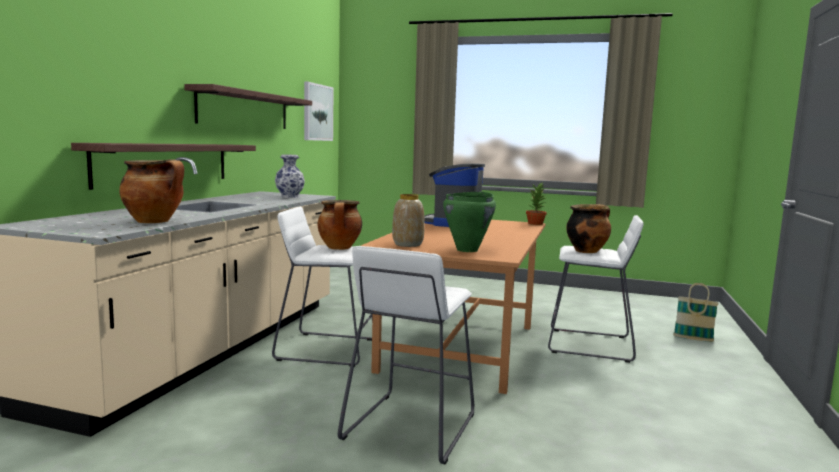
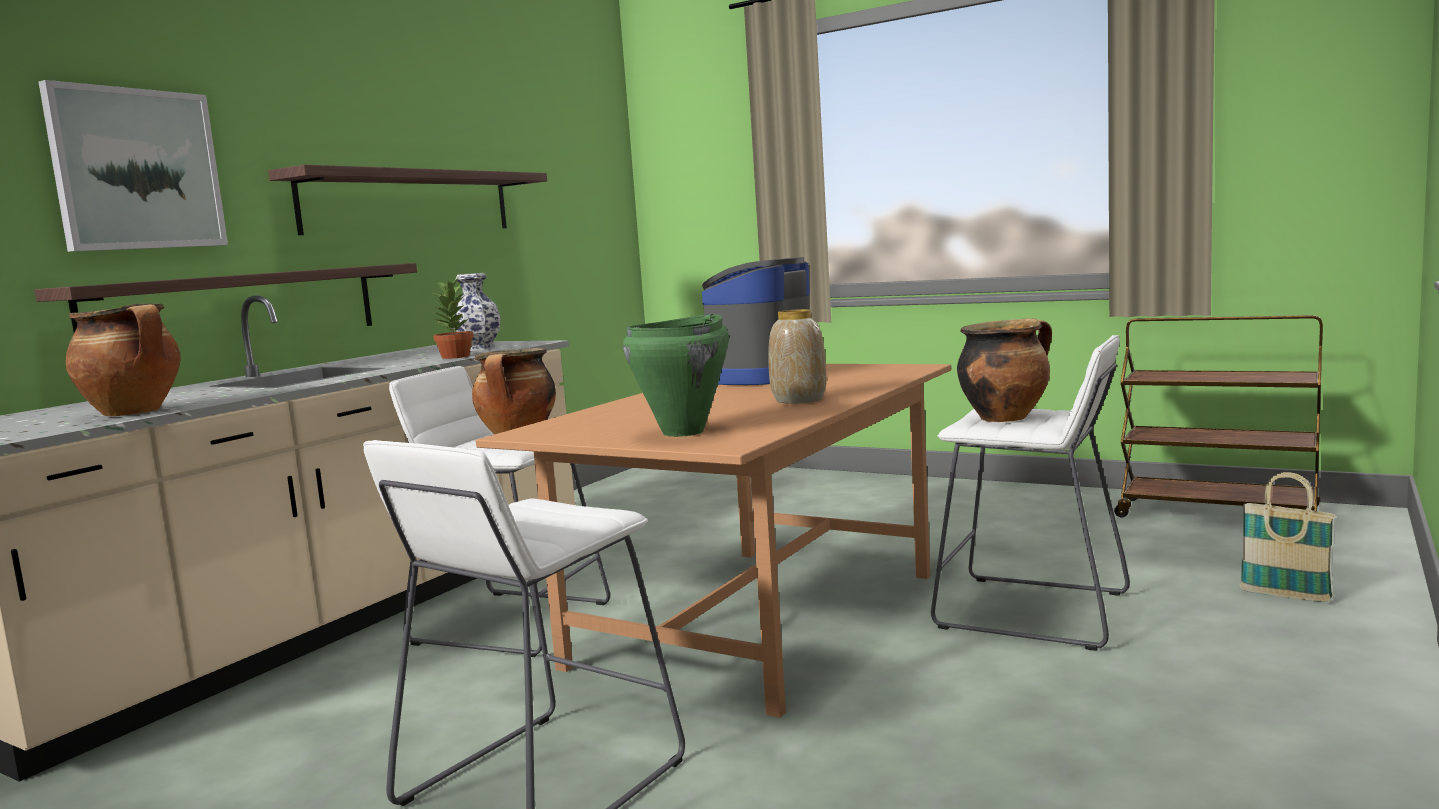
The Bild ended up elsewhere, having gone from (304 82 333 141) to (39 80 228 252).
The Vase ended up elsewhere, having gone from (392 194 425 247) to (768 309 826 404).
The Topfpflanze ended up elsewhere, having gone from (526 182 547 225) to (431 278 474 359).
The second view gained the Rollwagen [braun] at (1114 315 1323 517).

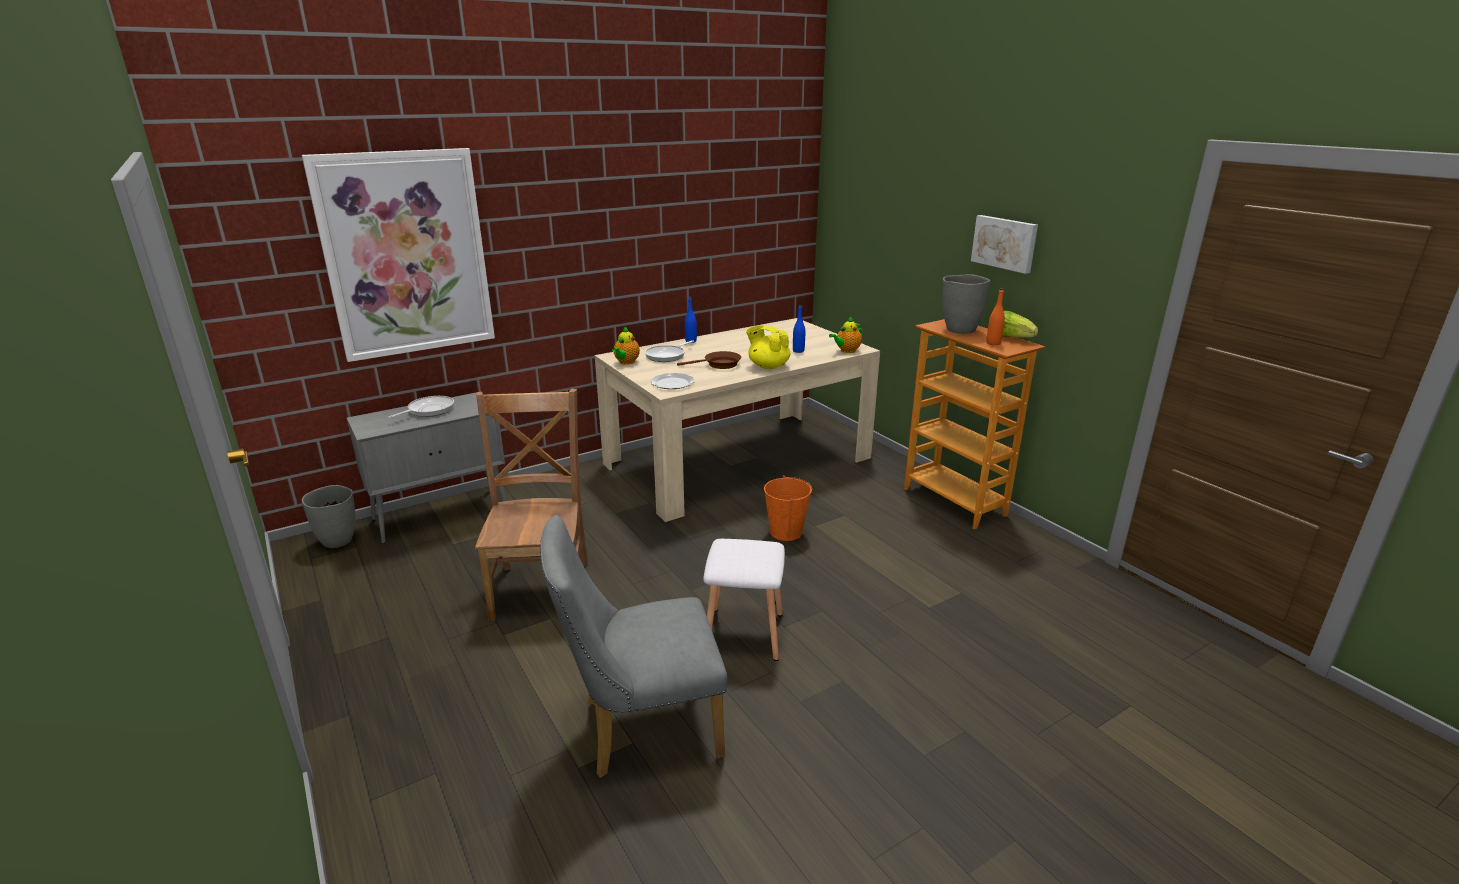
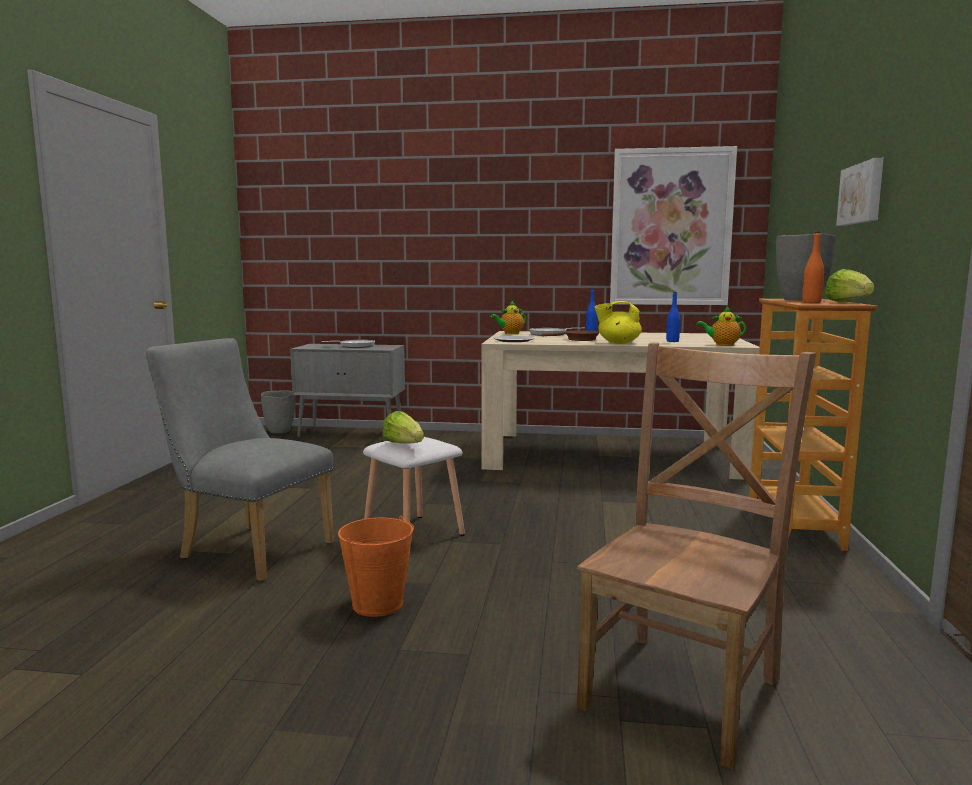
The Bild ended up elsewhere, having gone from (302 148 495 362) to (610 146 737 305).
The Stuhl [braun] ended up elsewhere, having gone from (475 389 588 621) to (576 342 817 770).
The Teekanne [gelb] at (746 325 790 369) ended up facing another way, 75 degrees counterclockwise from before.
The Eimer [orange] ended up elsewhere, having gone from (764 475 812 541) to (338 516 414 617).
The second view gained the Salatkopf at (383 411 424 443).

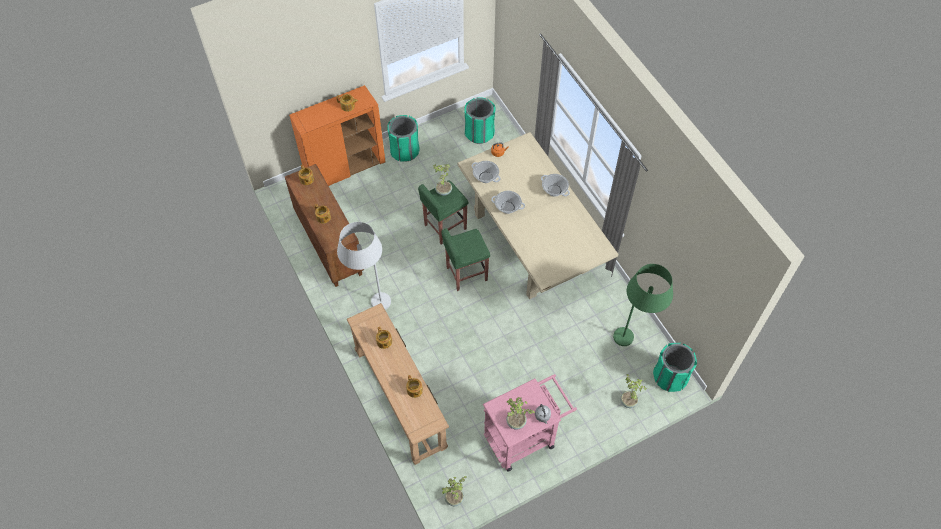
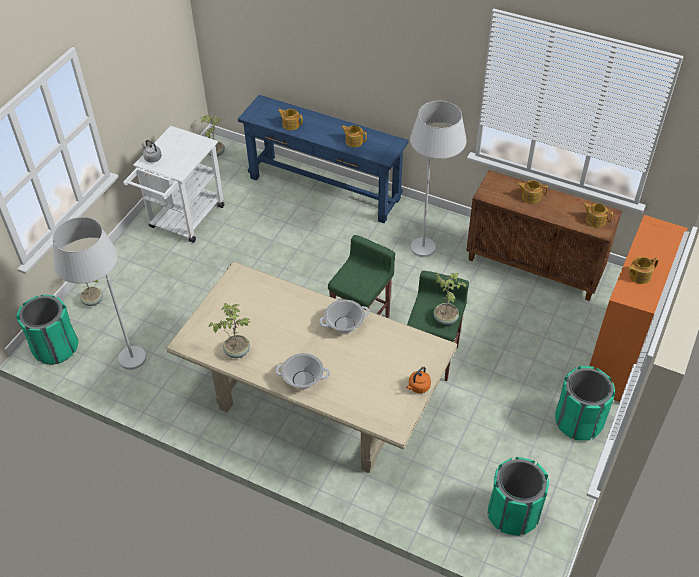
What was the Konsolentisch [braun] at (347 303 449 465) turned into the Konsolentisch [blau] at (238 95 409 223).
The second view lost the Kochtopf at (472 161 501 183).
What was the Rollwagen [rosa] at (483 374 577 471) turned into the Rollwagen [weiß] at (123 126 224 243).
The Topfpflanze ended up elsewhere, having gone from (506 397 535 430) to (209 303 251 358).
What was the Stehlampe [grün] at (613 264 673 346) turned into the Stehlampe [weiß] at (53 217 146 370).

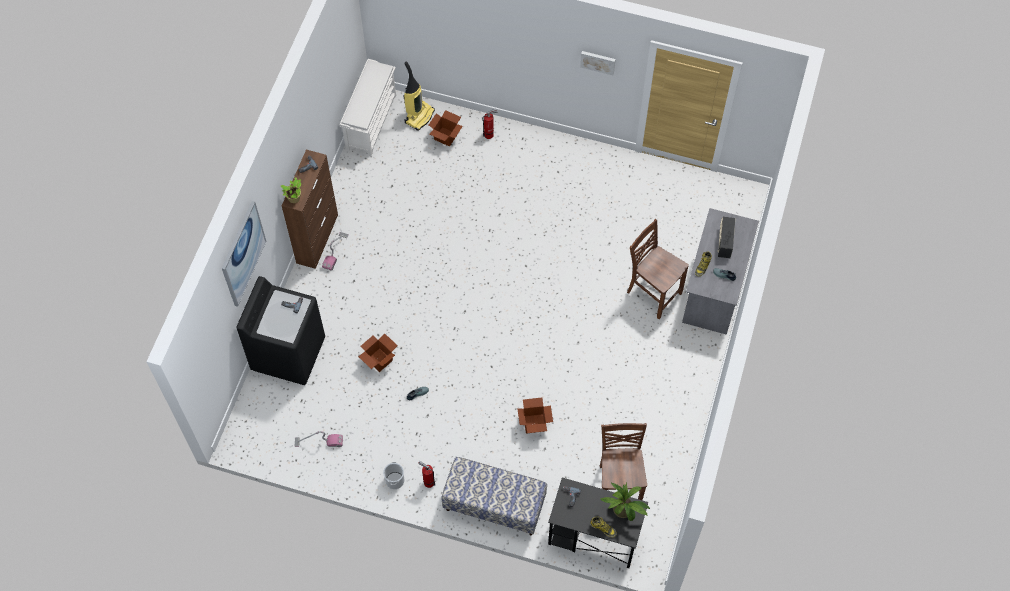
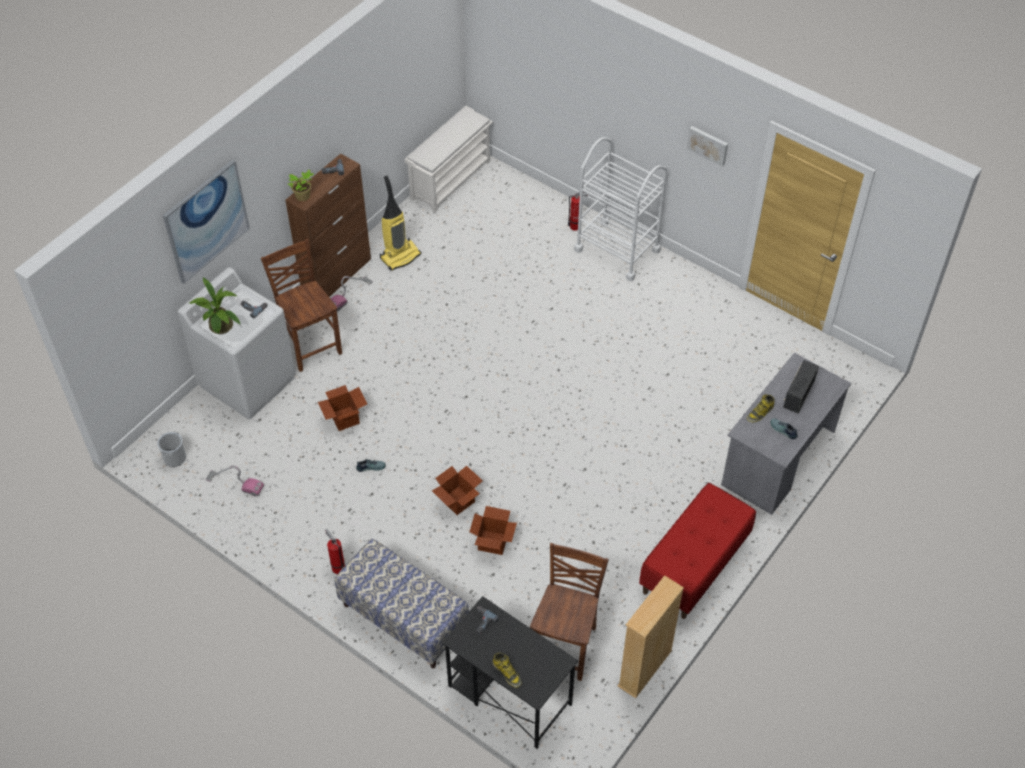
What was the Waschmaschine [schwarz] at (236 276 325 385) turned into the Waschmaschine [weiß] at (178 267 296 419).
The Eimer ended up elsewhere, having gone from (383 462 405 489) to (157 432 186 467).
The Staubsauger ended up elsewhere, having gone from (403 62 435 131) to (380 176 421 270).
The Karton ended up elsewhere, having gone from (429 110 463 147) to (432 466 483 515).
The Topfpflanze ended up elsewhere, having gone from (600 482 650 521) to (189 277 240 334).
The Stuhl [braun] ended up elsewhere, having gone from (627 219 689 319) to (261 239 342 372).
The second view gained the Rollwagen [weiß] at (574 137 667 281).
The second view gained the Bücherregal [beige] at (617 575 684 698).
The second view gained the Bank [rot] at (639 483 756 619).

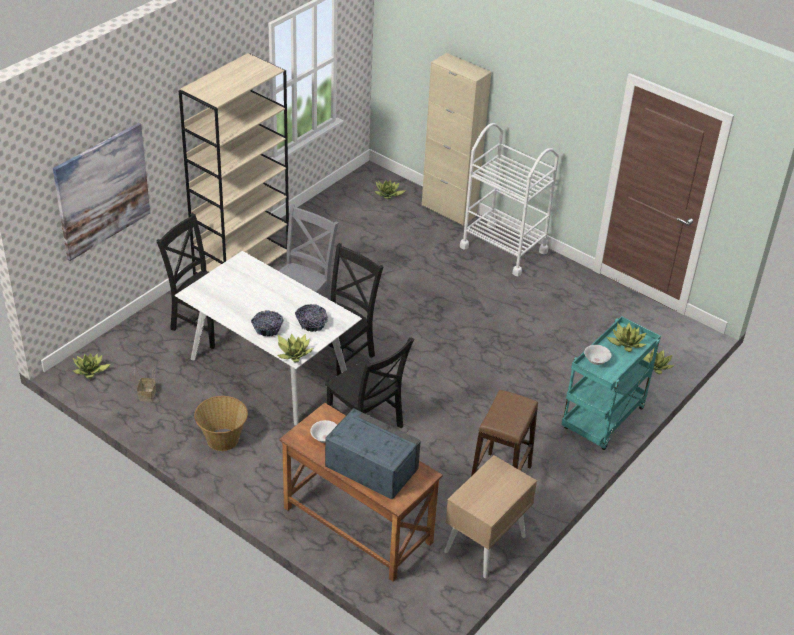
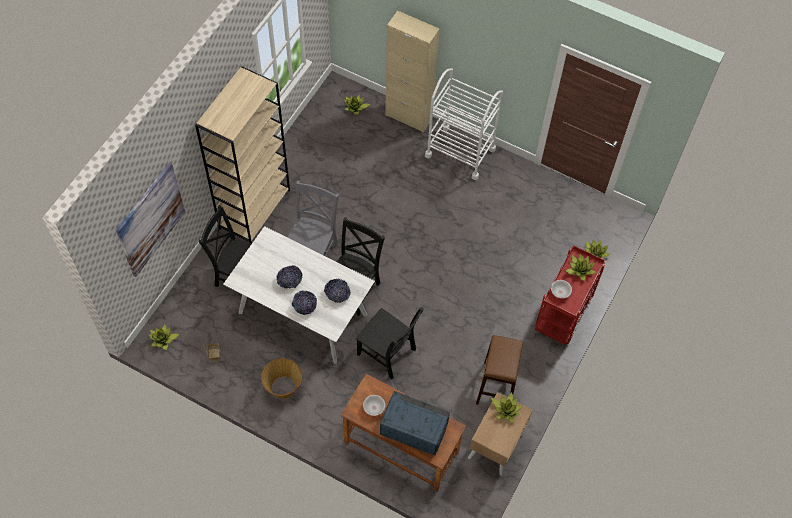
The Topfpflanze ended up elsewhere, having gone from (277 333 313 362) to (491 392 522 423).
What was the Rollwagen [türkis] at (561 316 661 450) turned into the Rollwagen [rot] at (535 245 606 345).
The second view gained the Schüssel at (276 265 302 288).

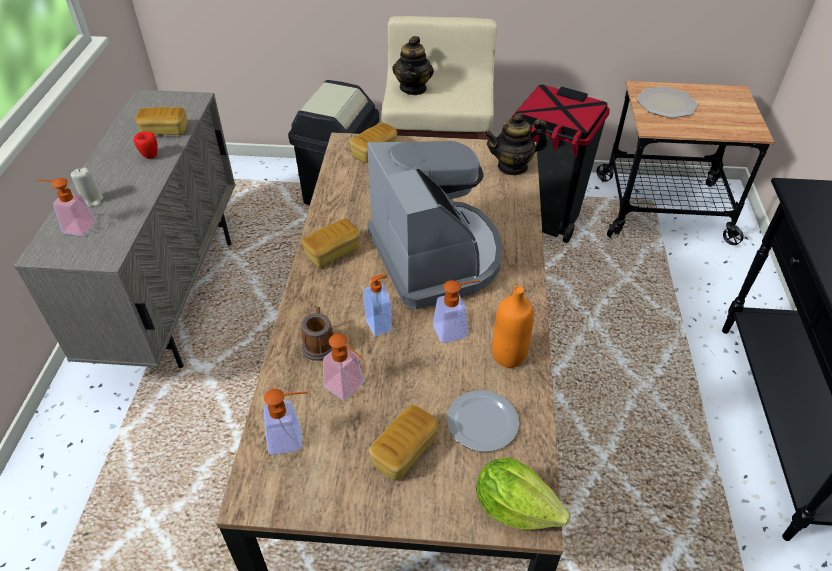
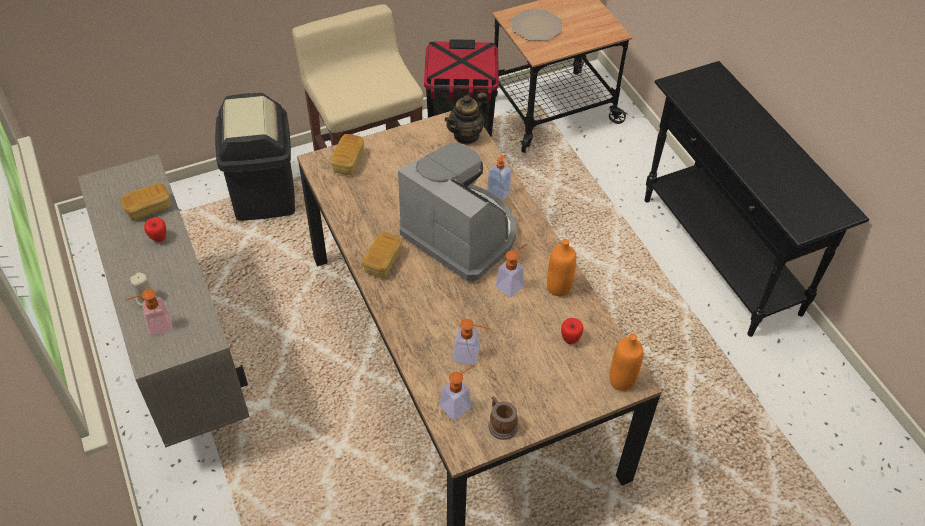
The Henkelbecher ended up elsewhere, having gone from (301 307 334 361) to (489 396 518 440).
The Seifenspender ended up elsewhere, having gone from (363 275 392 337) to (488 155 512 201).
The second view lost the Brot at (369 405 438 480).
The second view lost the Teekanne at (392 36 434 95).
Where the Teller stood at (447 390 519 452), the Apfel came to stand at (561 318 584 344).
Where the Salatkopf stood at (476 457 571 530), the Flasche [orange] came to stand at (609 334 643 391).

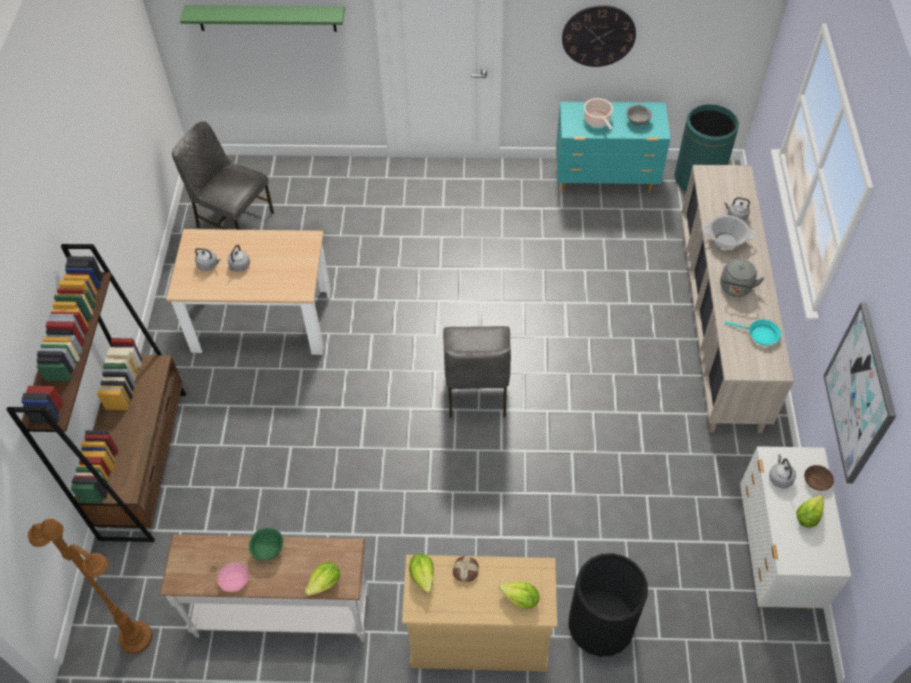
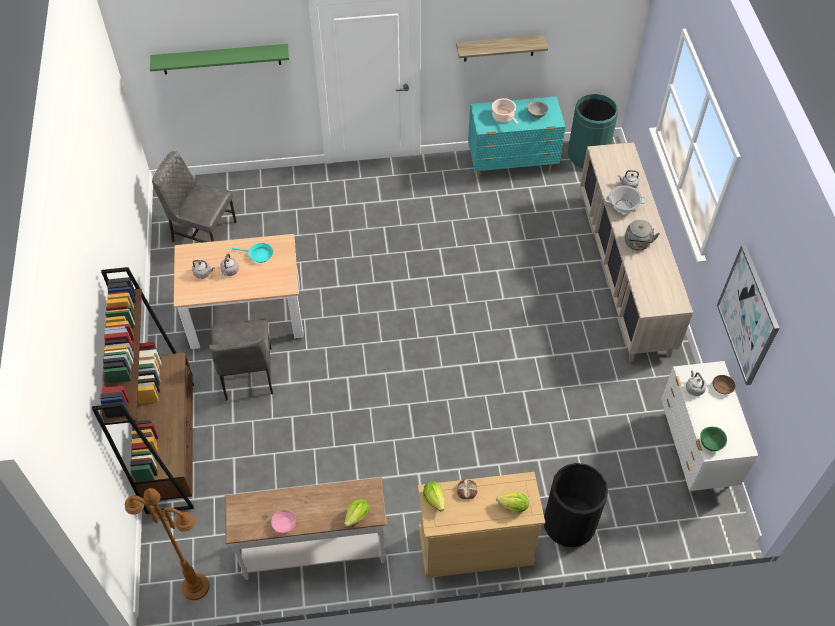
The Schüssel [grün] ended up elsewhere, having gone from (249 528 283 561) to (700 426 727 451).
The Stuhl [grau] ended up elsewhere, having gone from (443 326 511 418) to (209 318 273 400).
Where the Wanduhr hung at (562 5 636 67), the Wandregal came to hang at (456 35 548 61).
The Pfanne [türkis] ended up elsewhere, having gone from (725 319 781 345) to (232 243 273 263).
The second view lost the Salatkopf at (796 495 824 528).

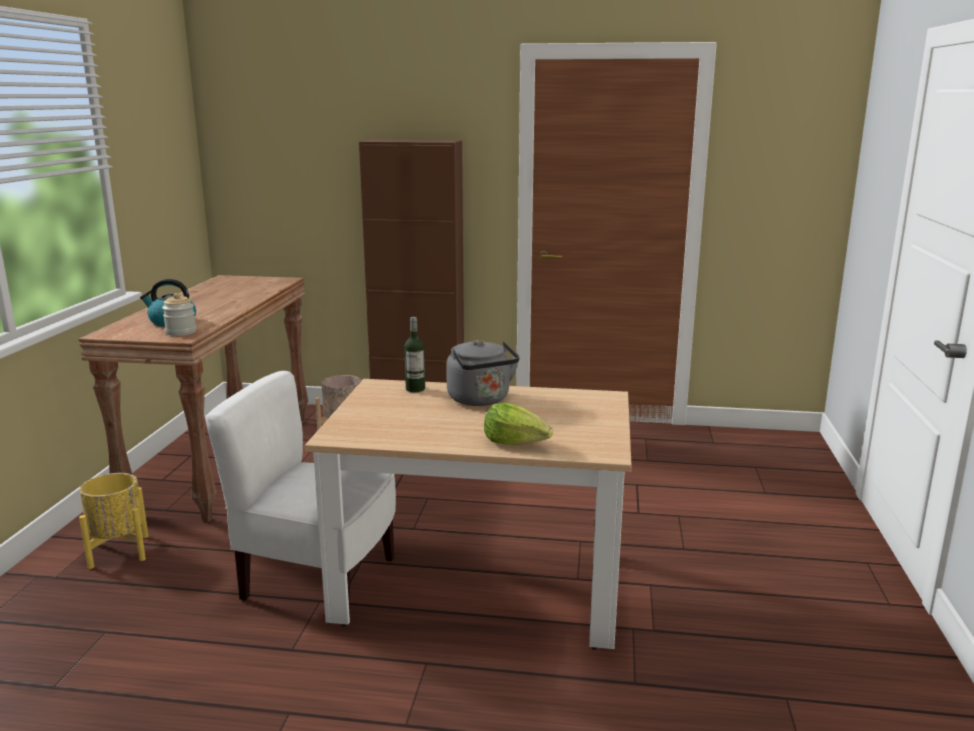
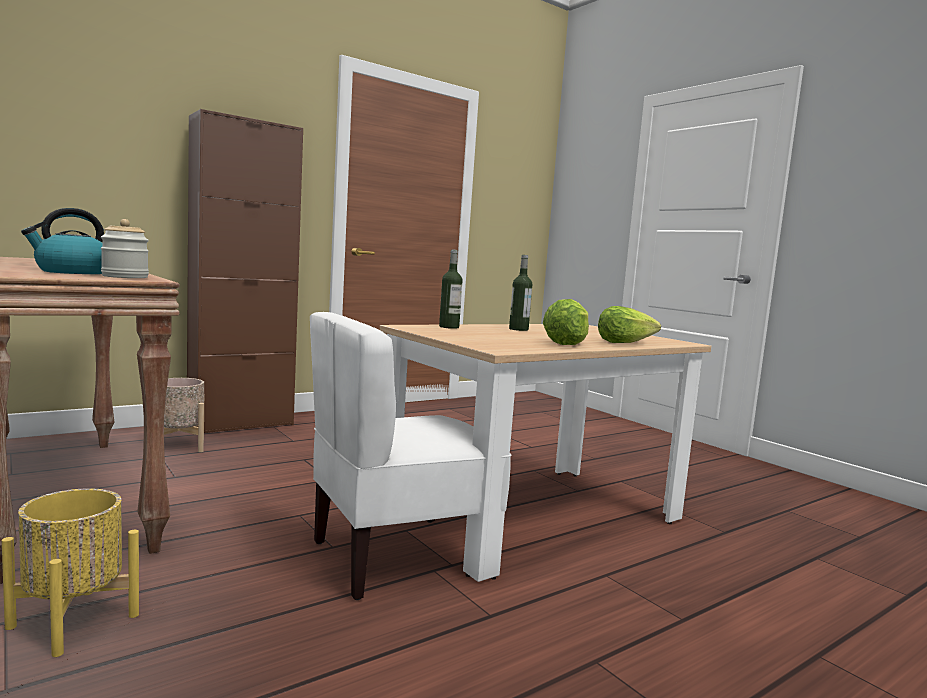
Where the Wasserkessel [grau] stood at (446 340 519 406), the Flasche came to stand at (509 255 532 331).
The second view gained the Salatkopf at (543 299 589 345).

